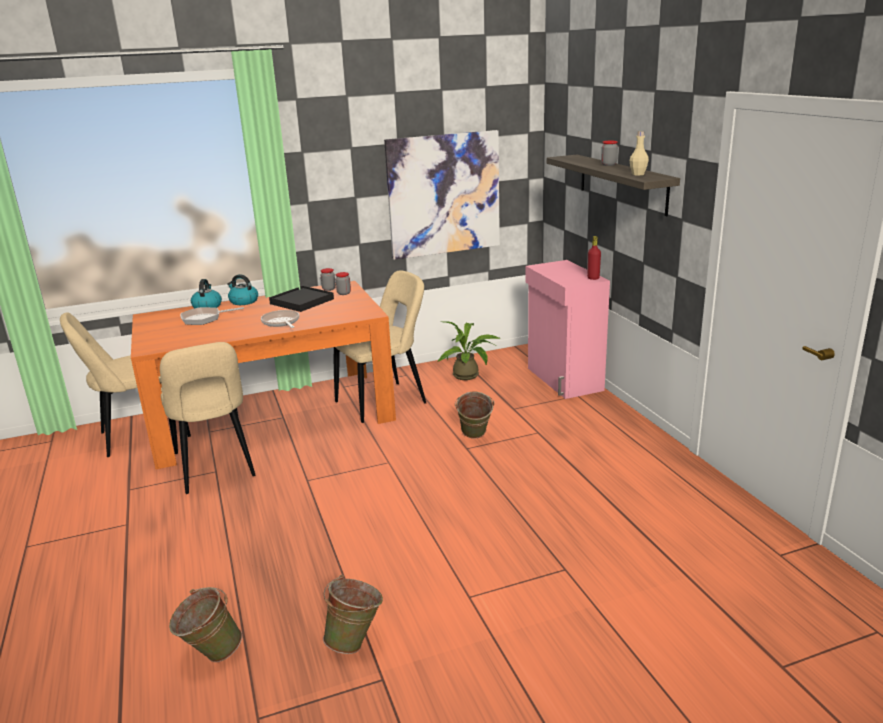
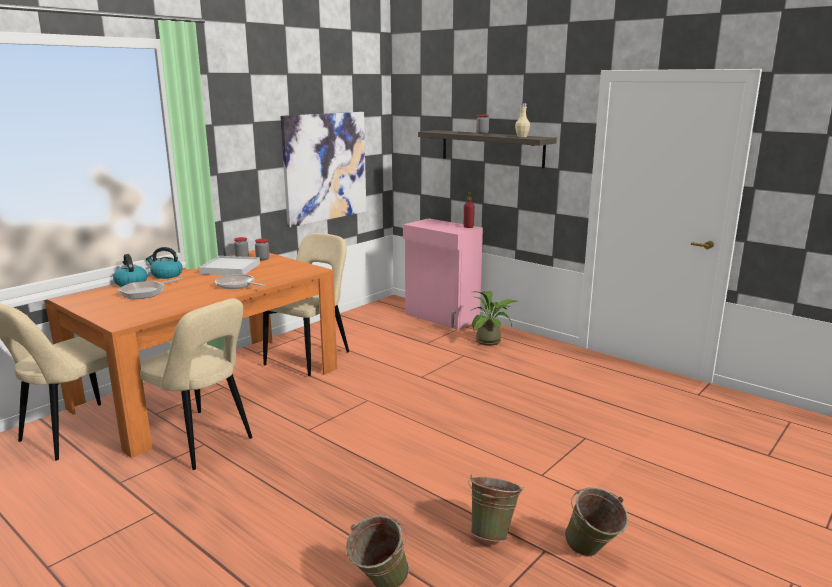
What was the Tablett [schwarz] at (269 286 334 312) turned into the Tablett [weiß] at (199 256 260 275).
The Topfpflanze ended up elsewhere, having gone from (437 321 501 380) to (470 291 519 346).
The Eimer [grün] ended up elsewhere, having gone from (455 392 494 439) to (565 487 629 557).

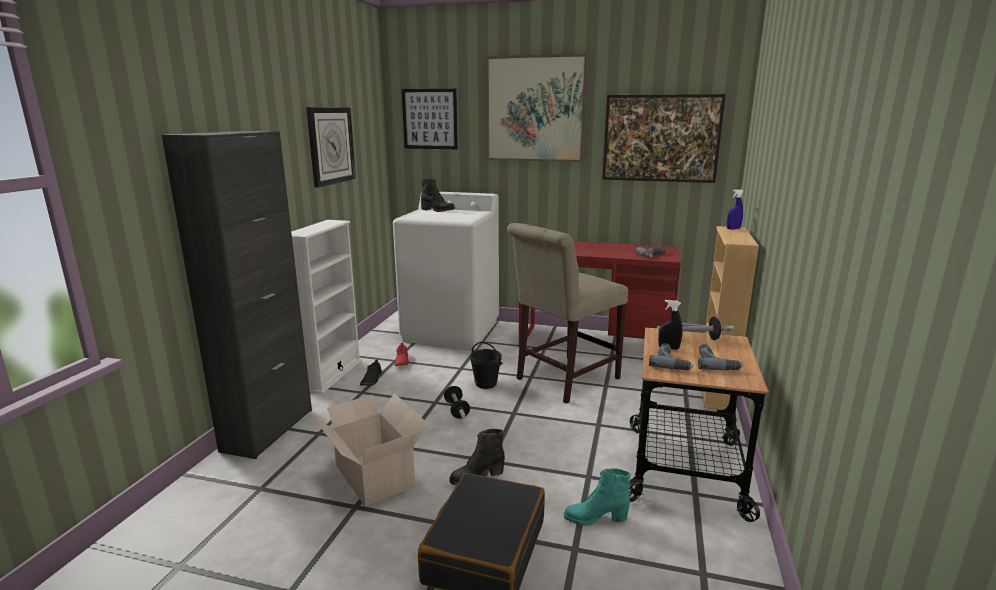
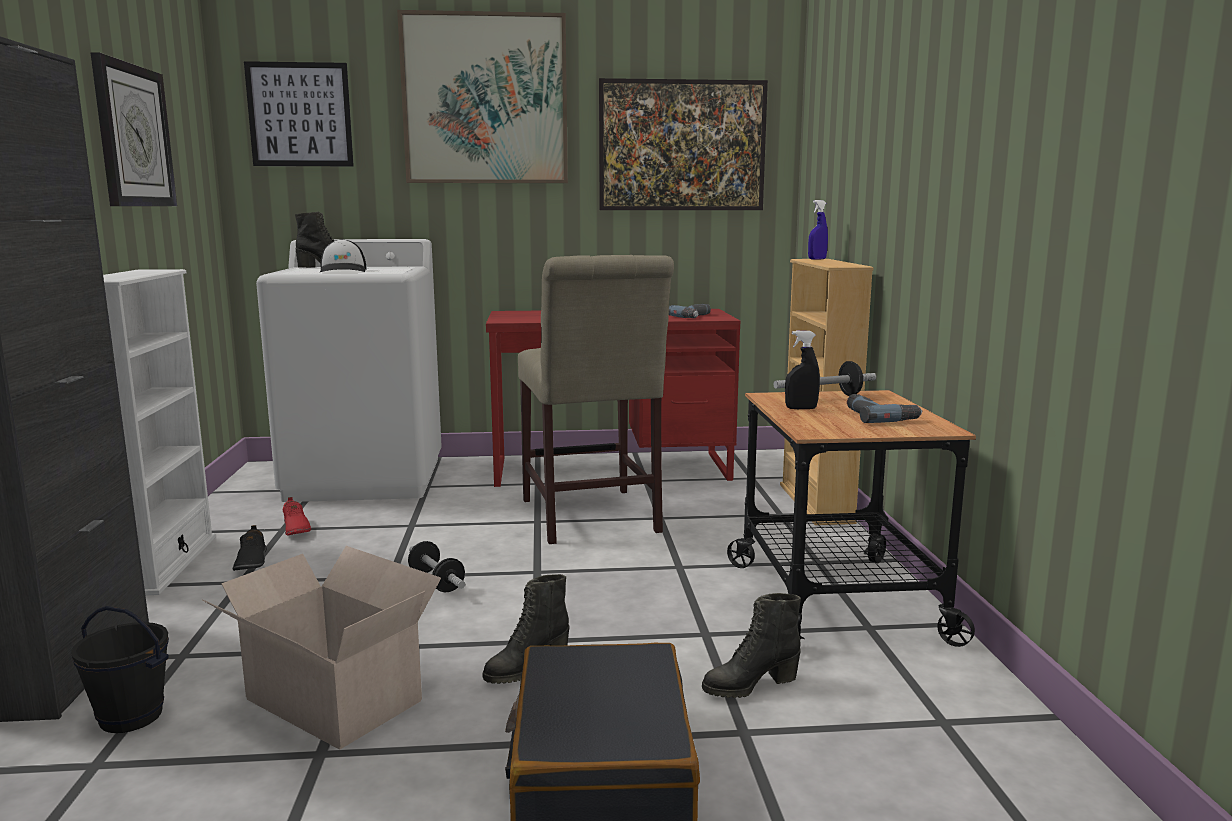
The Eimer [schwarz] ended up elsewhere, having gone from (470 342 502 389) to (71 606 169 733).
The Stuhl [beige] at (507 223 628 404) ended up facing another way, 45 degrees counterclockwise from before.
What was the Stiefel [türkis] at (564 468 631 526) turned into the Stiefel [schwarz] at (702 593 801 698).
The second view lost the Bohrmaschine at (649 343 693 370).
The second view gained the Kappe at (320 239 367 272).

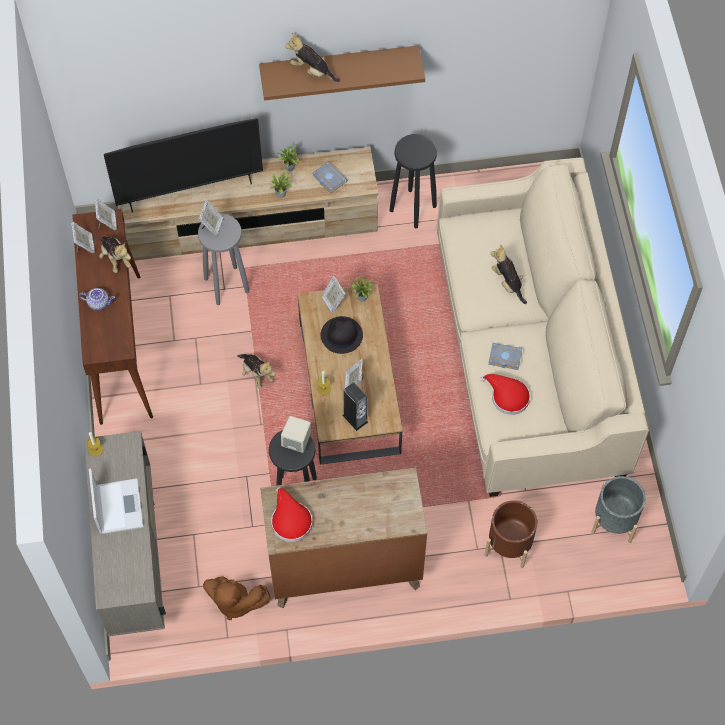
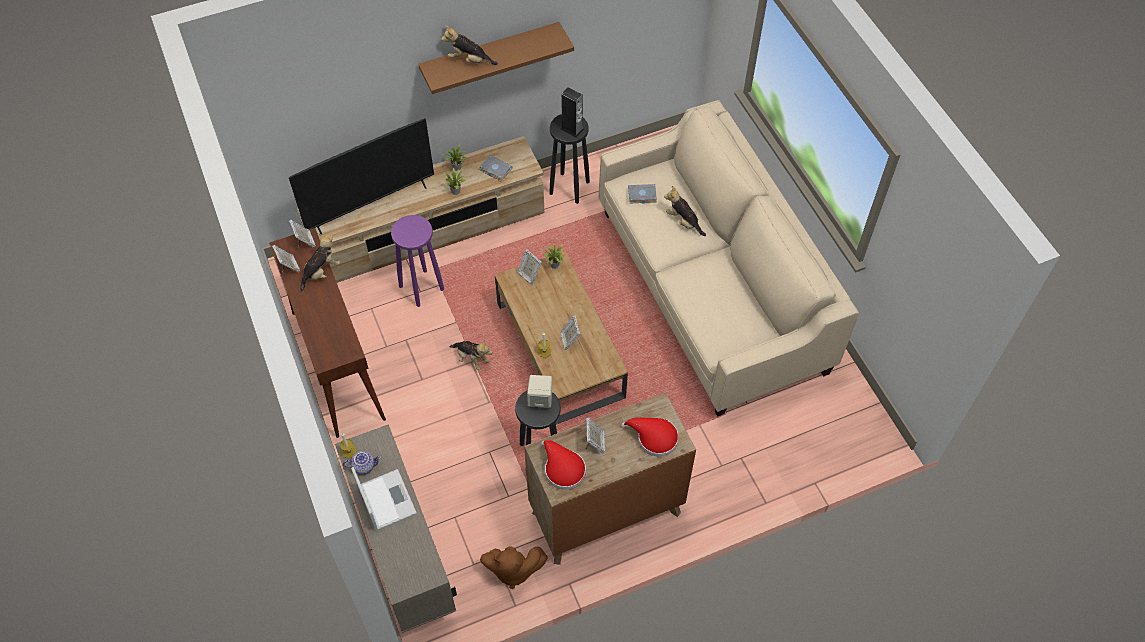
The Teekanne ended up elsewhere, having gone from (79 288 115 311) to (343 451 381 475).
The Plüschtier at (98 236 131 273) ended up facing another way, 90 degrees counterclockwise from before.
What was the Hocker [grau] at (198 214 250 305) turned into the Hocker [lila] at (391 215 444 307).
The Bilderrahmen ended up elsewhere, having gone from (199 200 223 236) to (585 418 605 453).
The second view lost the Hut [schwarz] at (321 316 363 354).
The Lautsprecher ended up elsewhere, having gone from (343 382 368 431) to (561 87 584 138).
The Hut [rot] ended up elsewhere, having gone from (480 374 530 415) to (621 418 679 457).
The second view lost the Pflanzkübel [braun] at (485 500 538 568).
The Buch [grau] ended up elsewhere, having gone from (488 343 522 370) to (628 184 657 204).
The second view lost the Pflanzkübel [grau] at (591 476 646 543).

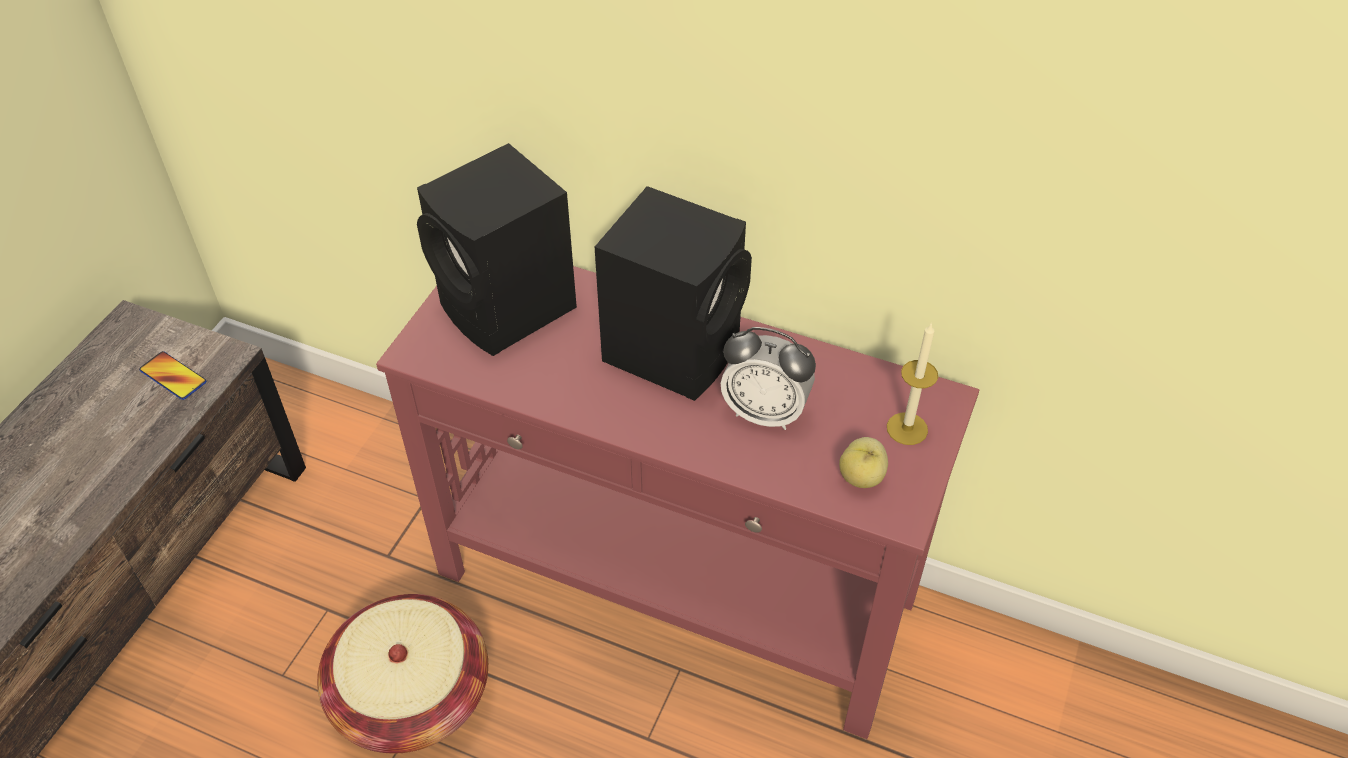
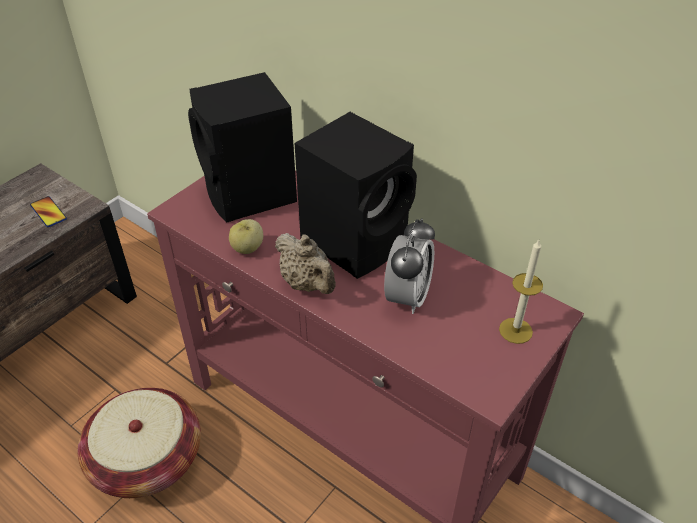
The Wecker at (721 327 816 430) ended up facing another way, 105 degrees counterclockwise from before.
The Apfel ended up elsewhere, having gone from (839 437 888 488) to (229 219 263 254).
The second view gained the Teekanne [beige] at (275 233 336 294).

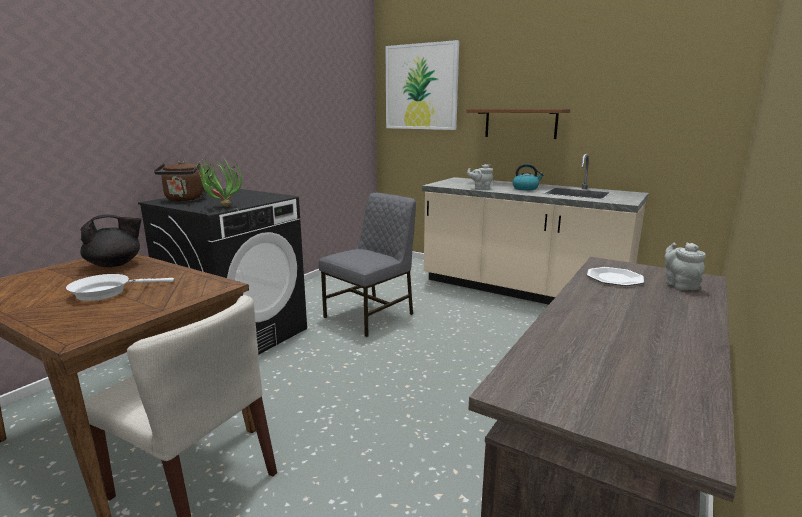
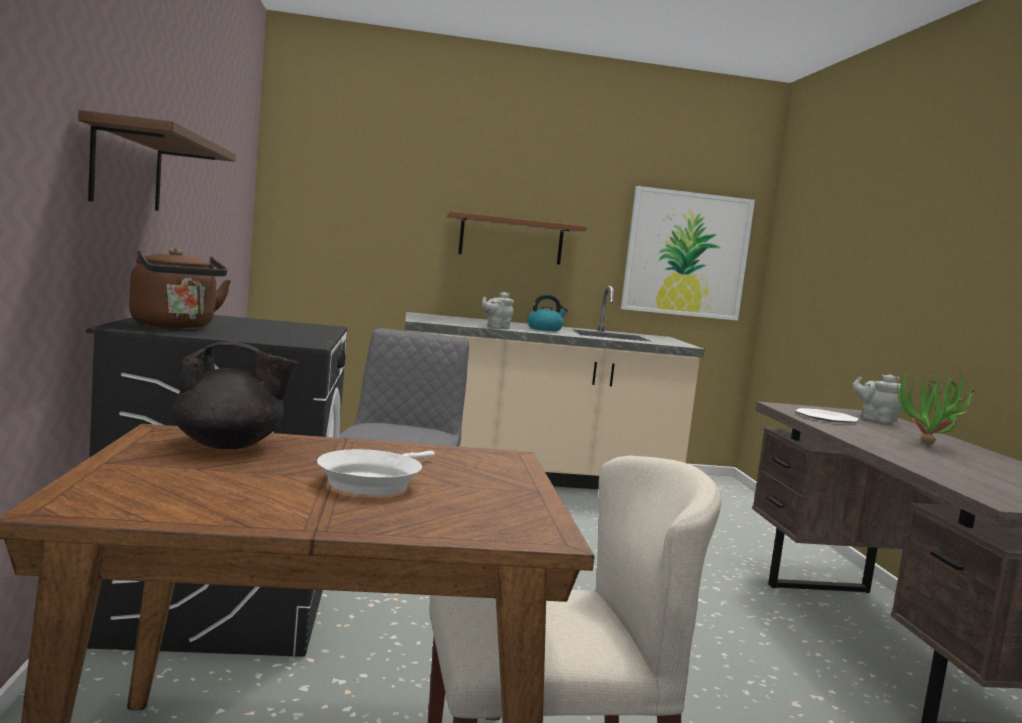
The Teekanne [schwarz] at (80 215 142 267) ended up facing another way, 60 degrees clockwise from before.
The Topfpflanze ended up elsewhere, having gone from (194 157 242 207) to (897 368 975 445).
The Bild ended up elsewhere, having gone from (385 40 459 130) to (621 186 755 321).
The second view gained the Wandregal [braun] at (78 110 236 211).

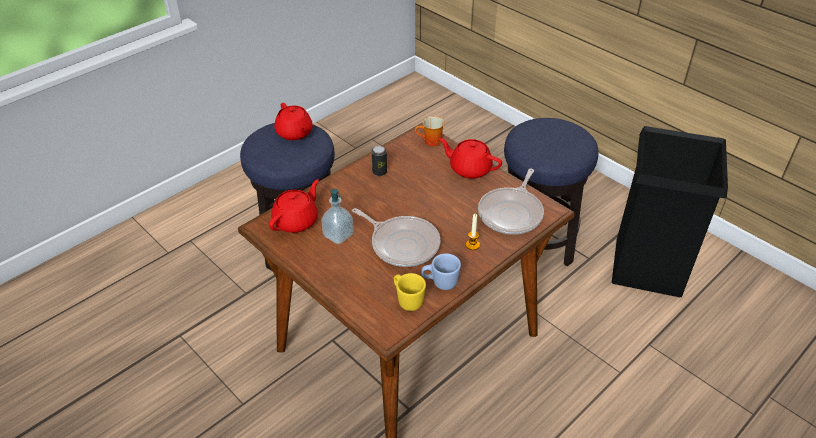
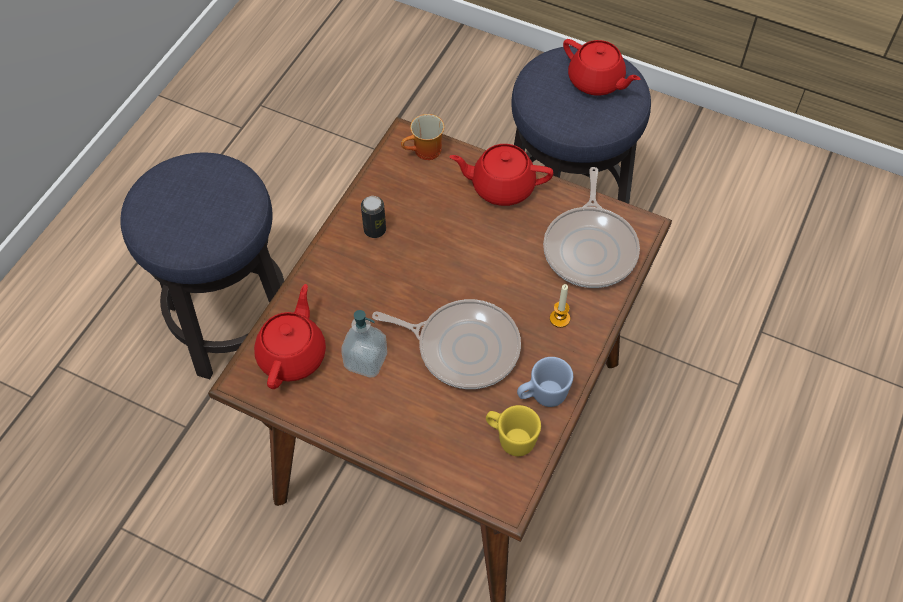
The Teekanne [rot] ended up elsewhere, having gone from (275 103 313 140) to (563 39 641 96).
The second view lost the Mülleimer [schwarz] at (612 126 728 297).

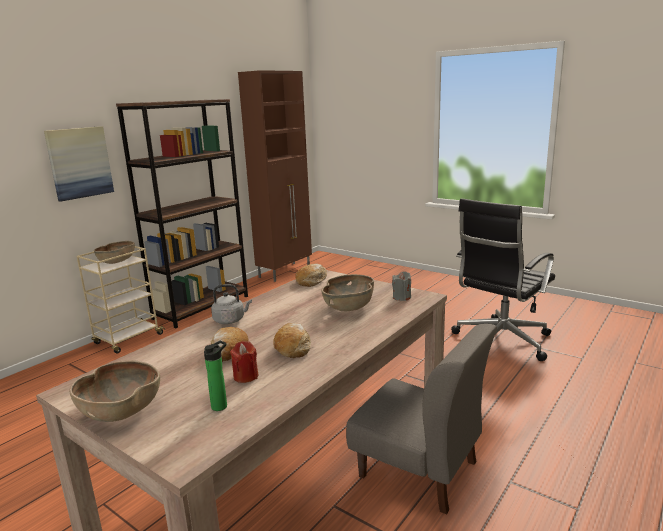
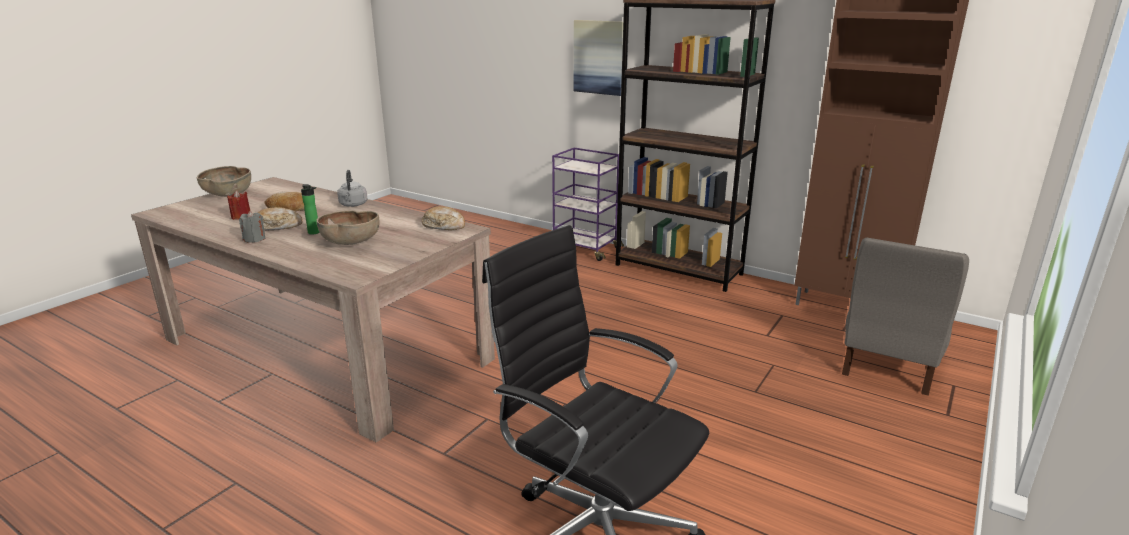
What was the Rollwagen [beige] at (77 246 166 354) turned into the Rollwagen [lila] at (552 148 624 261).
The second view lost the Schüssel [braun] at (94 241 135 264).
The Flasche ended up elsewhere, having gone from (204 341 227 411) to (301 184 320 234).
The Stuhl [grau] ended up elsewhere, having gone from (346 324 497 514) to (842 237 969 396).
The Kerze [grau] ended up elsewhere, having gone from (392 271 411 301) to (239 211 265 243).

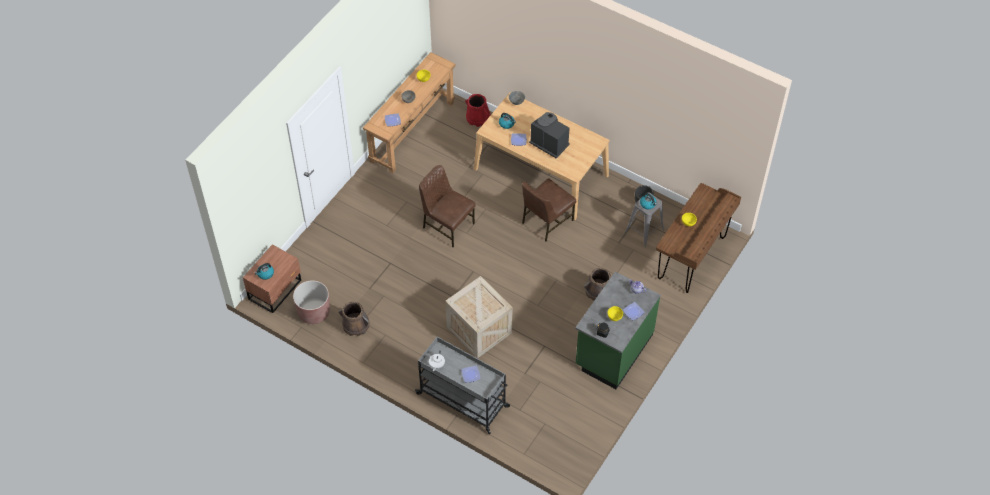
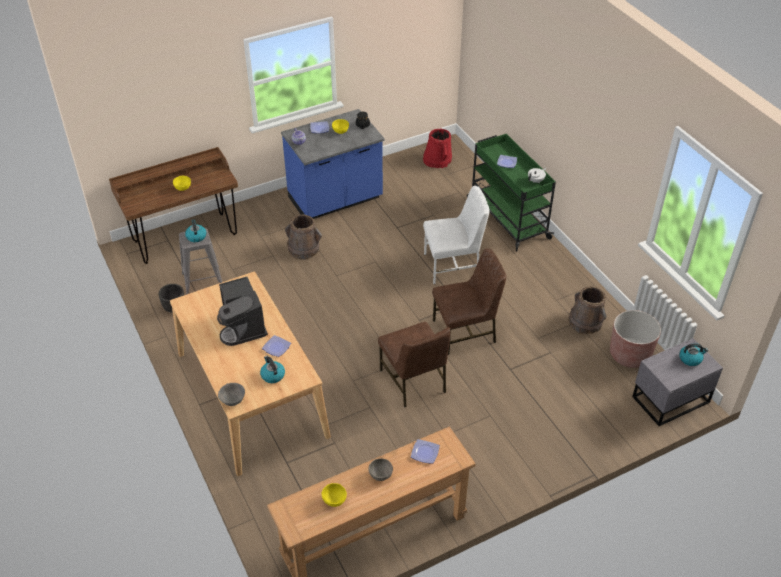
What was the Nachttisch [braun] at (243 244 301 313) turned into the Nachttisch [grau] at (632 338 723 426).
What was the Rollwagen [grau] at (415 337 510 434) turned into the Rollwagen [grün] at (467 134 556 251).
Where the Kiste stood at (445 276 513 358), the Stuhl [weiß] came to stand at (423 186 490 284).
The Eimer [rot] ended up elsewhere, having gone from (465 94 491 127) to (423 129 452 168).
The Stuhl [braun] ended up elsewhere, having gone from (522 178 576 242) to (432 248 506 355).
What was the Küchenzeile [grün] at (575 272 661 389) turned into the Küchenzeile [blau] at (281 109 385 219).

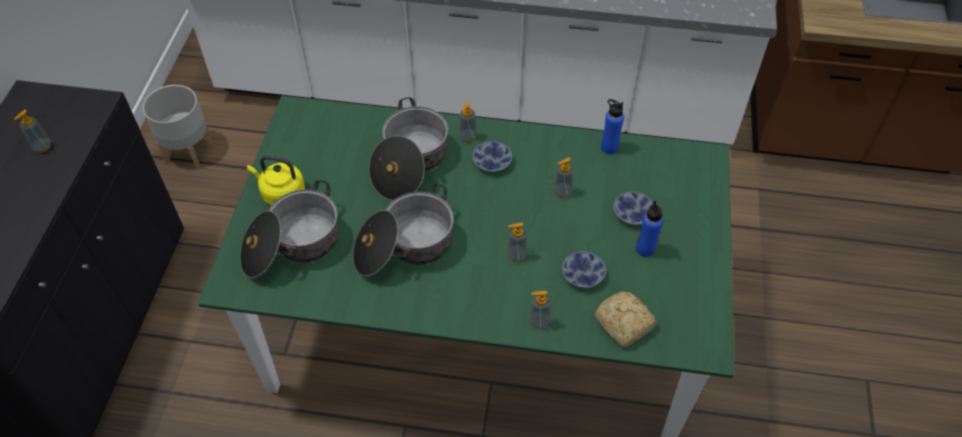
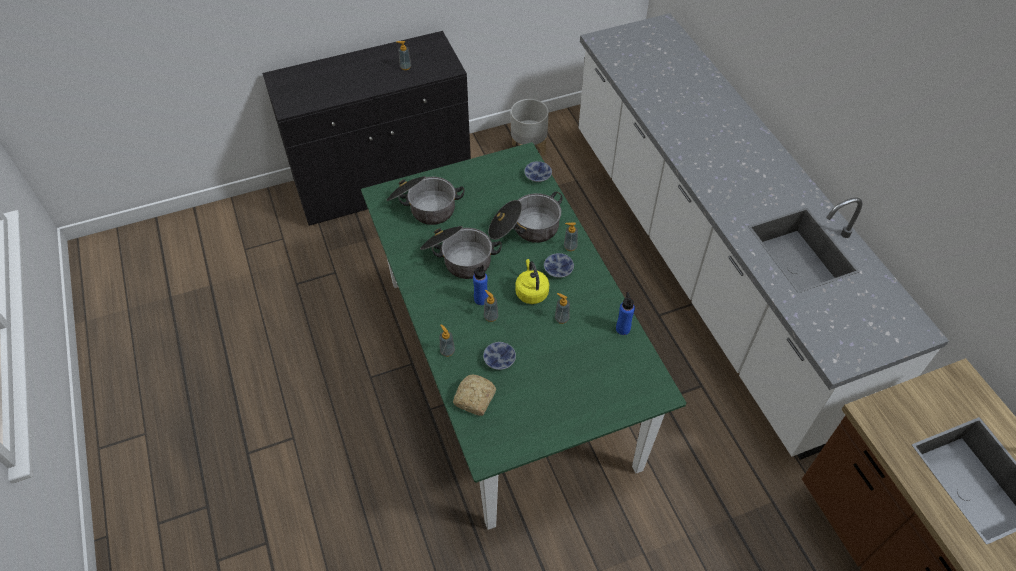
The Wasserkessel [gelb] ended up elsewhere, having gone from (247 155 305 205) to (515 259 549 304).
The Schüssel ended up elsewhere, having gone from (614 192 653 225) to (524 161 552 182).
The Flasche [blau] ended up elsewhere, having gone from (636 201 663 257) to (473 265 488 305).

